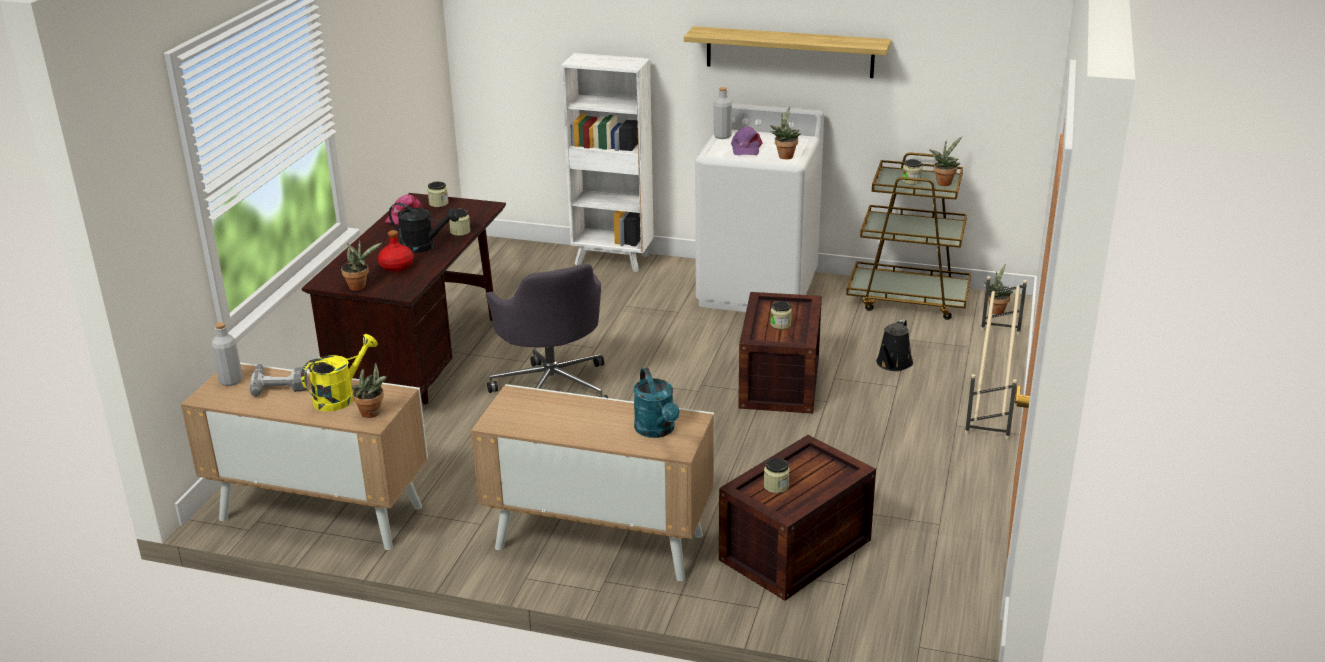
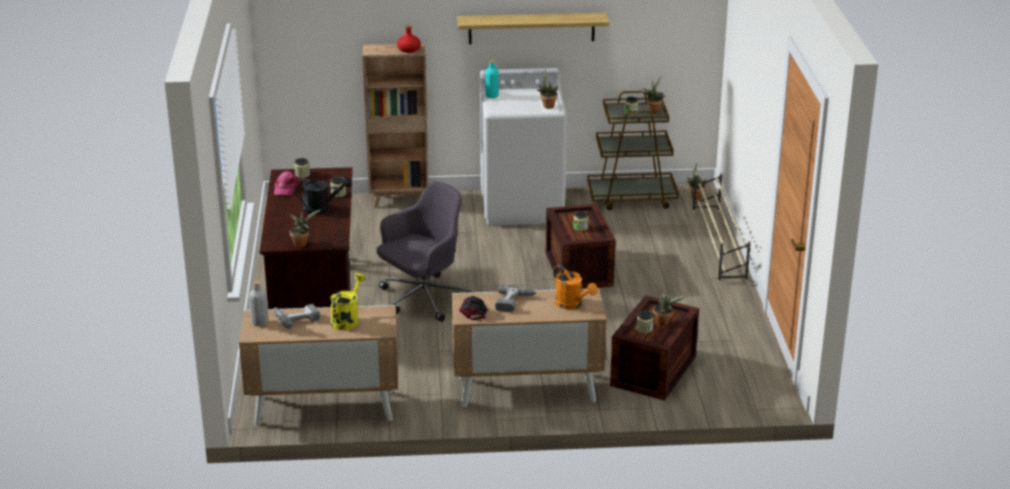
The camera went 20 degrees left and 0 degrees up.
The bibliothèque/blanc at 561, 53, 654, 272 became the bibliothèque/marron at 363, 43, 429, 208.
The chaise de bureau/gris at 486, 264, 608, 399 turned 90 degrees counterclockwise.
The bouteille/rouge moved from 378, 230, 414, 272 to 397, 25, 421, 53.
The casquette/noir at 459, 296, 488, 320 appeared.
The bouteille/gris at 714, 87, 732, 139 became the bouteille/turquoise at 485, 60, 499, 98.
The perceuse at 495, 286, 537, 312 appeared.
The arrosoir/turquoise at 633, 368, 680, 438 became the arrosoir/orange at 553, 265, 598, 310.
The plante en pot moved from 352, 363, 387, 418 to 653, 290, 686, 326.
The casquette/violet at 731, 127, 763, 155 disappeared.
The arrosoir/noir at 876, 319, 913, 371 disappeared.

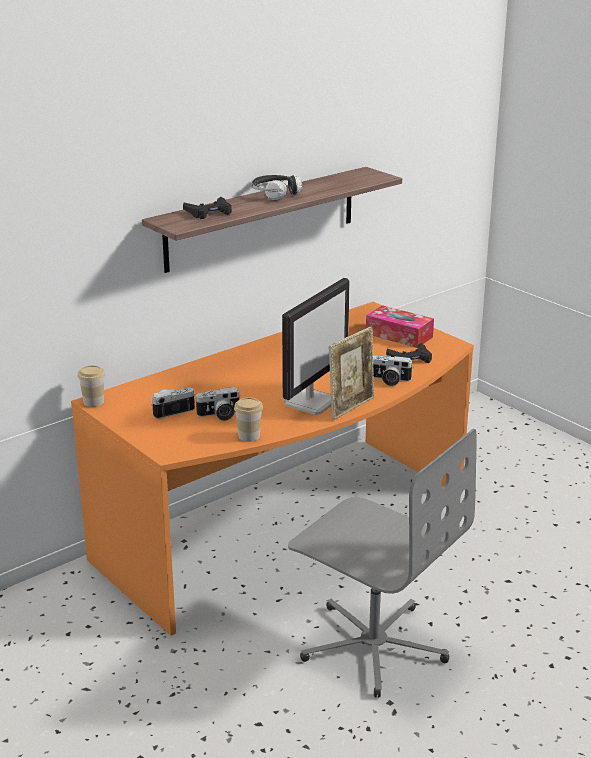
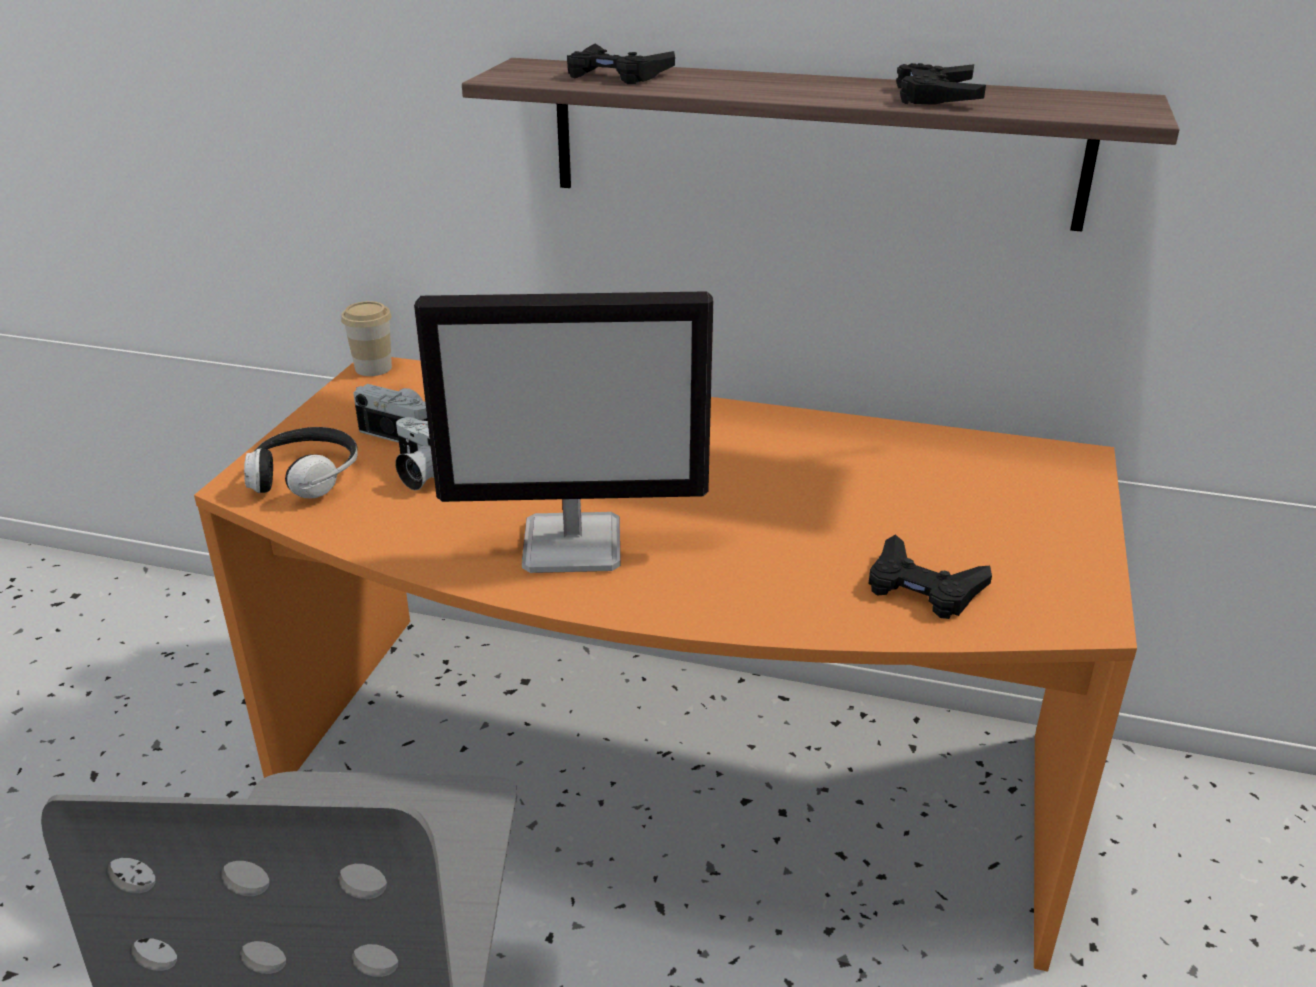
The camera went 55 degrees right and 5 degrees up.
The casque audio moved from 252, 175, 302, 200 to 244, 427, 358, 499.
The manette/noir at 896, 63, 986, 105 appeared.
The tasse at 234, 397, 263, 442 disappeared.
The cadre photo at 329, 327, 374, 420 disappeared.
The boîte à mouchoirs at 366, 305, 434, 348 disappeared.
The appareil photo at 373, 355, 413, 386 disappeared.

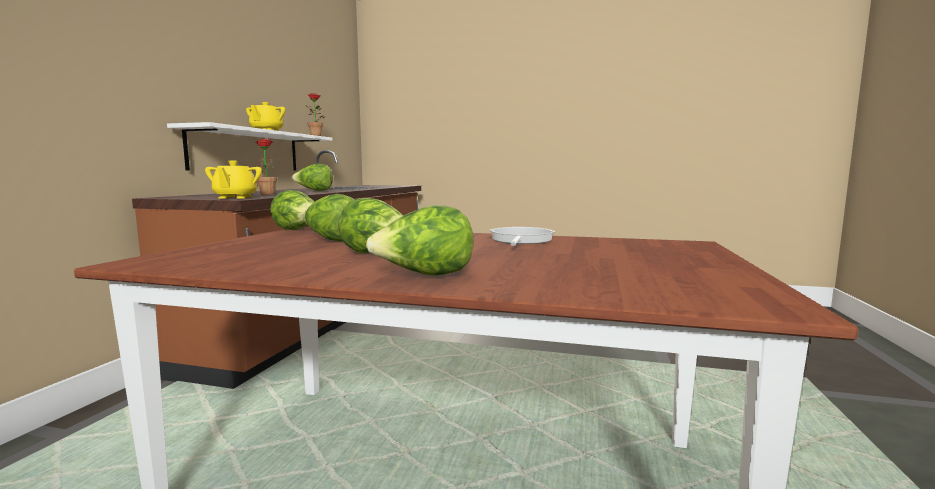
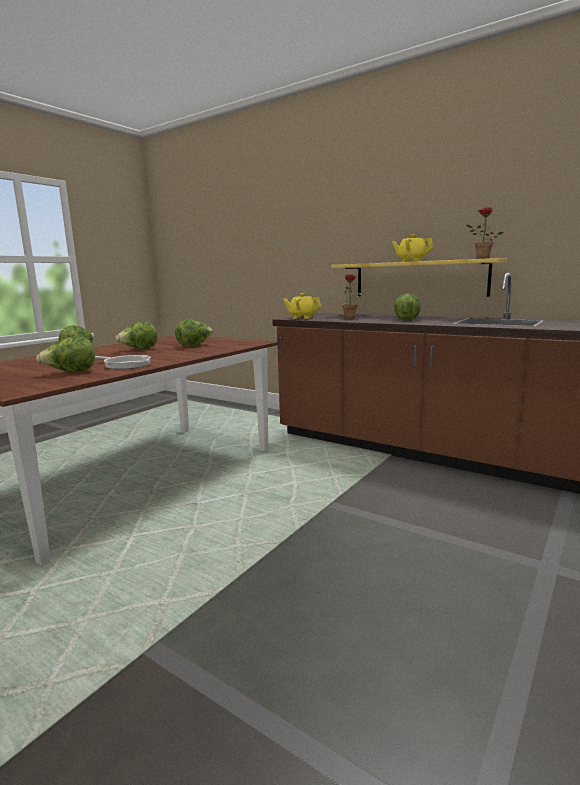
The camera went 110 degrees right and 5 degrees up.
The laitue moved from 270, 190, 314, 230 to 36, 336, 95, 372.
The étagère/blanc at 167, 122, 332, 171 became the étagère/jaune at 331, 258, 508, 297.

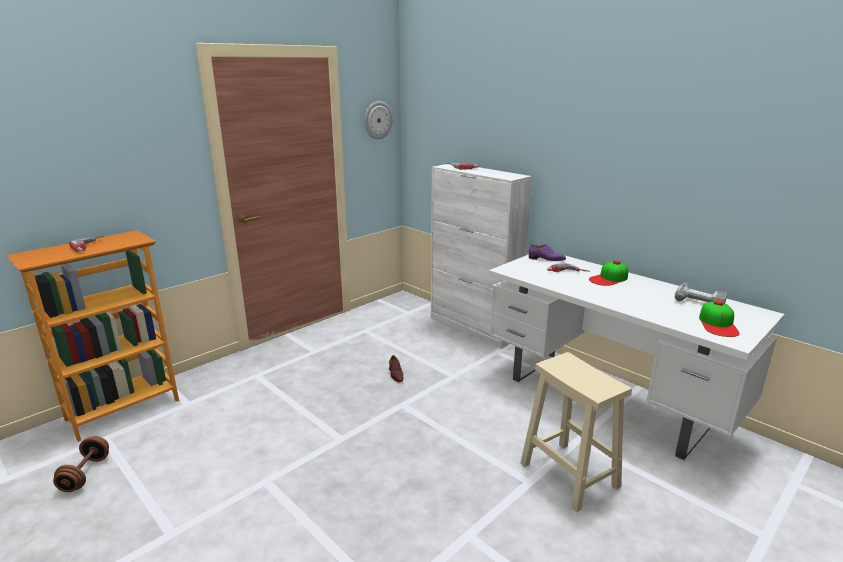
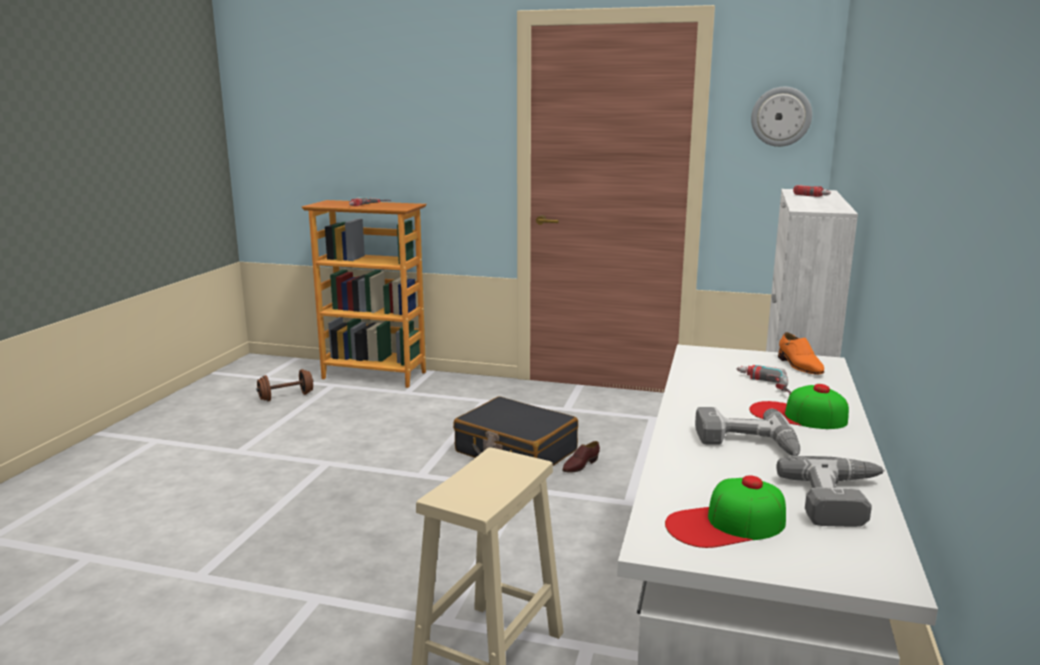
The camera went 60 degrees right and 5 degrees down.
The valise/noir at 453, 396, 578, 466 appeared.
The perceuse at 695, 407, 800, 456 appeared.
The chaussure/violet at 529, 244, 566, 261 became the chaussure/orange at 778, 332, 824, 375.

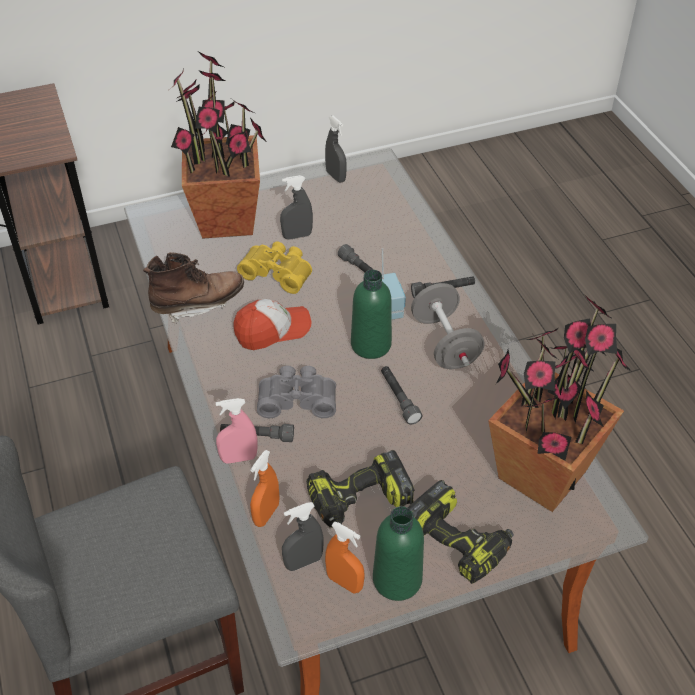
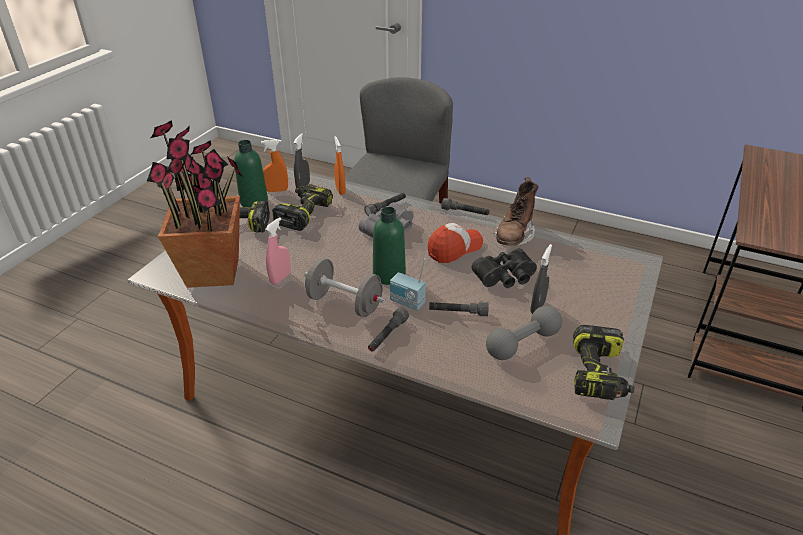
The camera went 135 degrees right and 10 degrees down.
The vaporisateur/rose moved from 216, 398, 257, 464 to 265, 217, 291, 285.
The casquette at 233, 299, 311, 350 turned 150 degrees counterclockwise.
The lampe de poche/gris moved from 381, 366, 422, 425 to 441, 198, 489, 215.
The jumelles/jaune at 237, 241, 312, 294 became the jumelles/noir at 472, 249, 537, 288.
The haltère/gris at 486, 306, 562, 360 appeared.
The vaporisateur/gris at 325, 116, 347, 182 was replaced by the perceuse at 573, 325, 634, 400.
The plante en pot at 170, 51, 266, 239 disappeared.

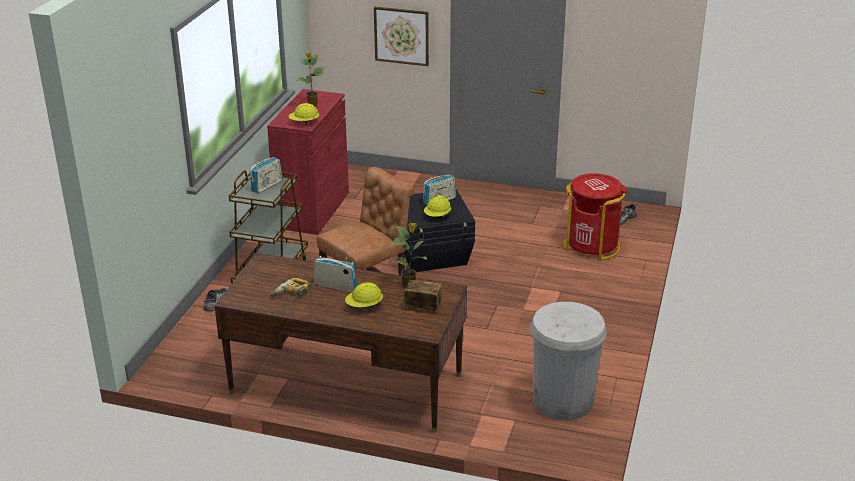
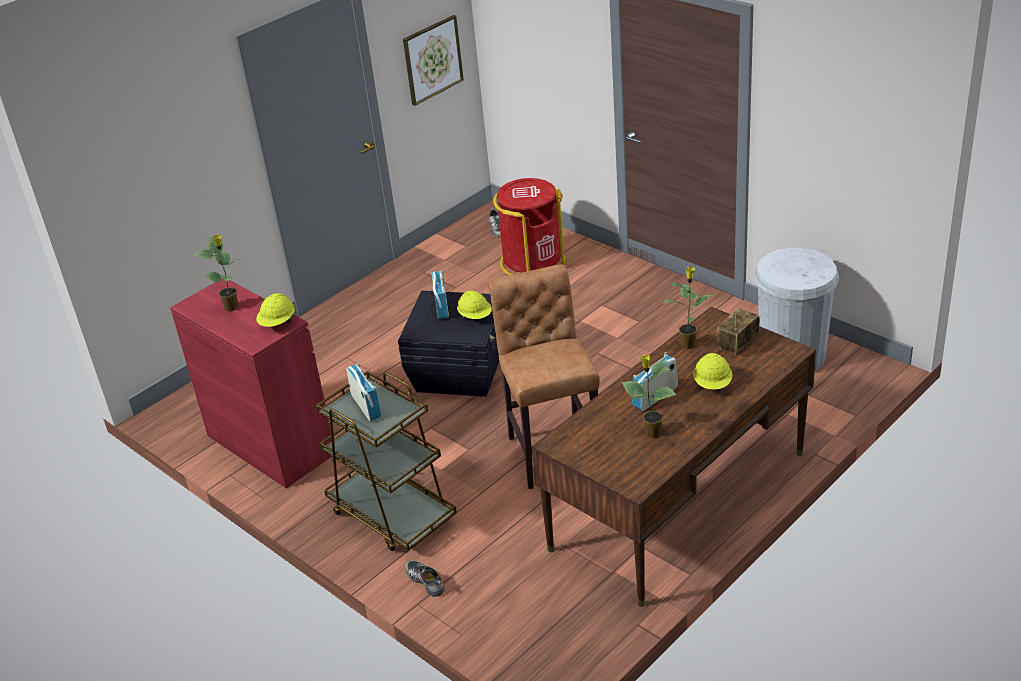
The camera went 60 degrees left and 5 degrees up.
The tableau moved from 374, 7, 429, 66 to 403, 15, 464, 106.
The perceuse at 270, 278, 318, 299 was replaced by the plante en pot at 622, 355, 677, 438.

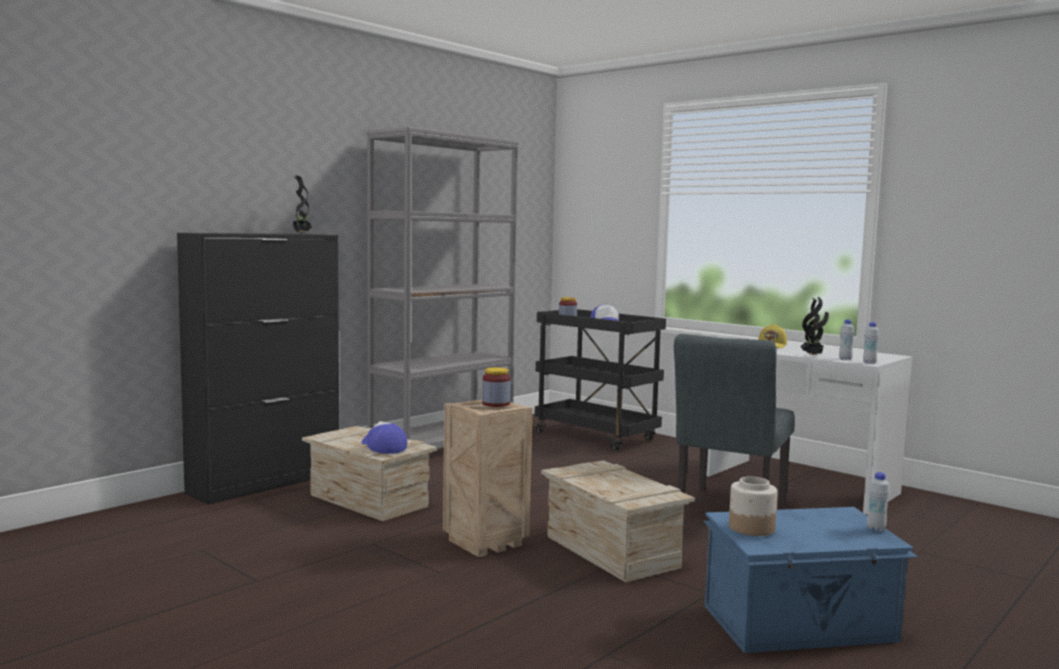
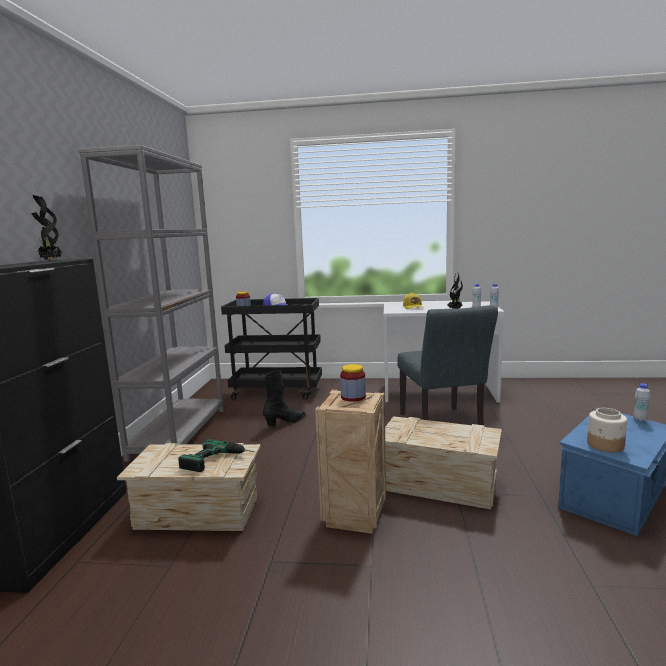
The camera went 35 degrees left and 5 degrees up.
The casquette at 362, 421, 407, 454 was replaced by the perceuse at 178, 439, 254, 472.
The botte/noir at 263, 370, 306, 426 appeared.

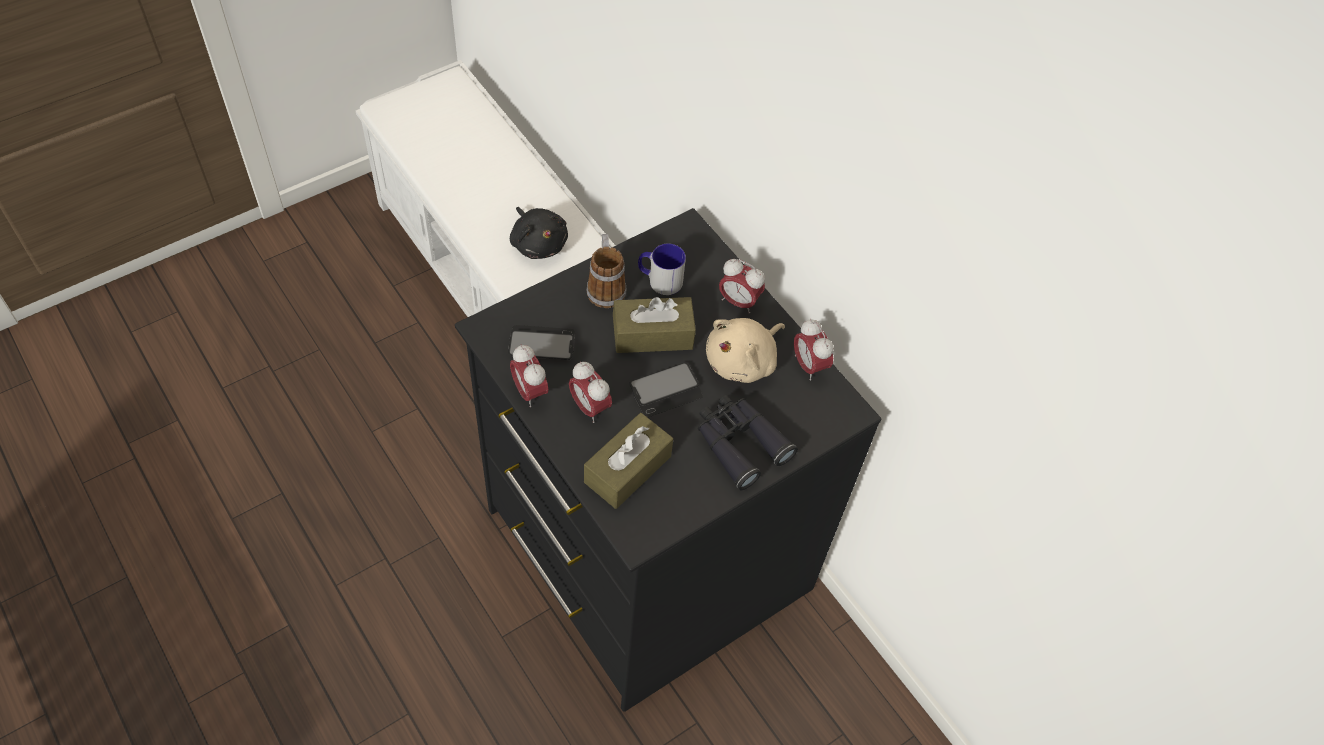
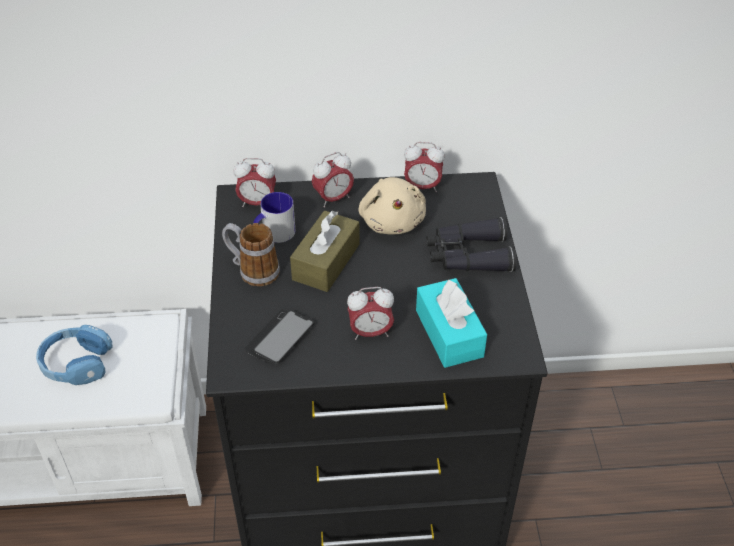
The camera went 55 degrees left and 10 degrees down.
The peluche/noir at 510, 207, 568, 259 was replaced by the casque audio/bleu at 36, 325, 112, 385.
The réveil moved from 510, 345, 549, 407 to 234, 158, 276, 207.
The boîte à mouchoirs/marron at 584, 413, 673, 509 became the boîte à mouchoirs/turquoise at 416, 278, 487, 368.
The téléphone at 629, 362, 703, 418 disappeared.

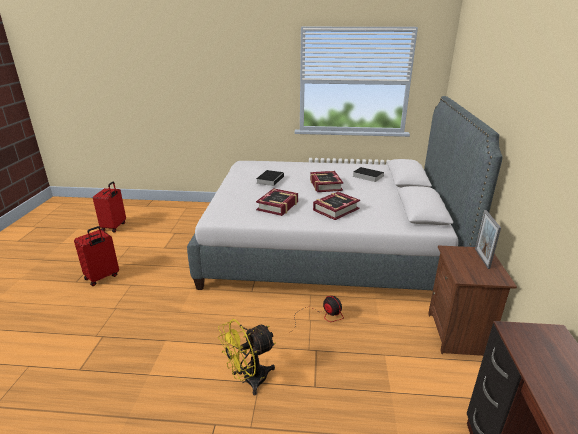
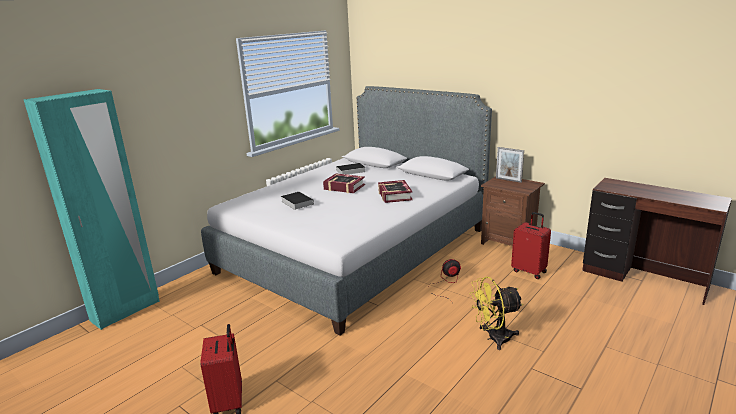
The camera went 55 degrees left and 5 degrees down.
The armoire/turquoise at 24, 89, 160, 330 appeared.
The ventilateur/jaune at 218, 319, 276, 395 turned 75 degrees clockwise.
The valise/rouge moved from 93, 182, 126, 233 to 511, 212, 551, 279.
The livre at 256, 188, 298, 216 disappeared.

